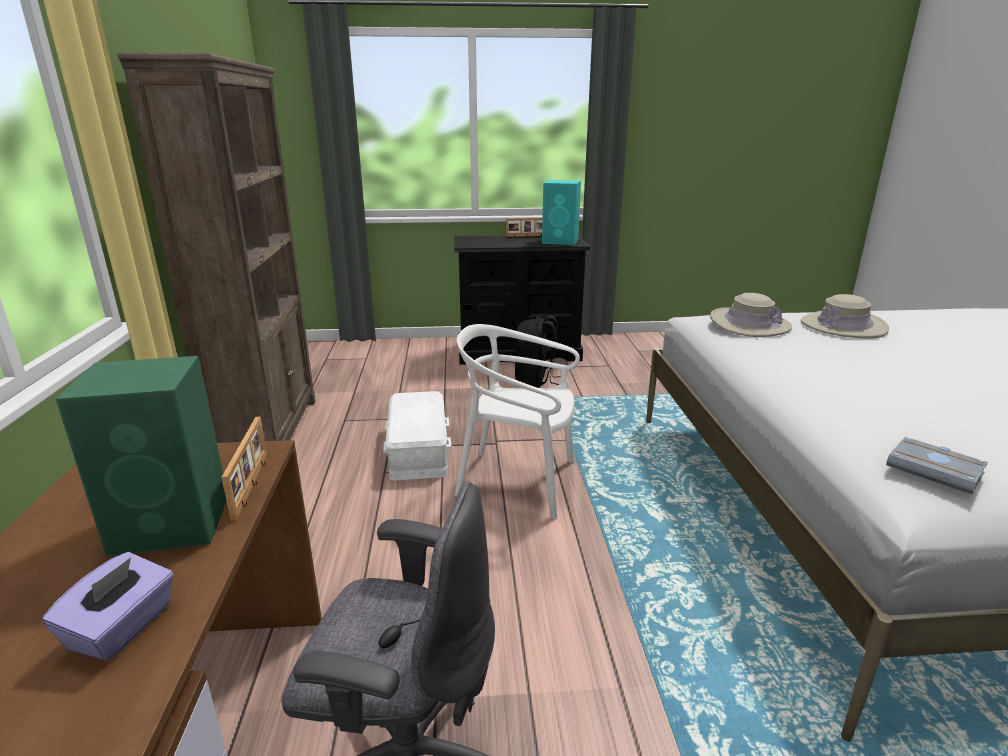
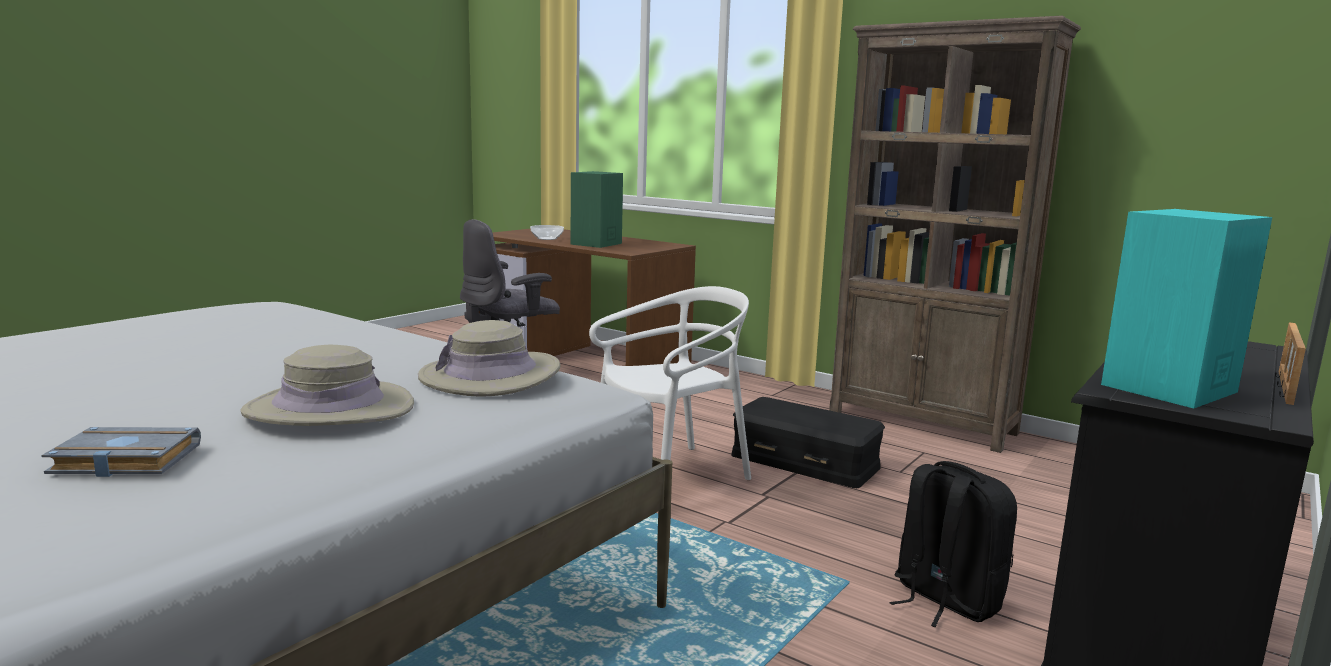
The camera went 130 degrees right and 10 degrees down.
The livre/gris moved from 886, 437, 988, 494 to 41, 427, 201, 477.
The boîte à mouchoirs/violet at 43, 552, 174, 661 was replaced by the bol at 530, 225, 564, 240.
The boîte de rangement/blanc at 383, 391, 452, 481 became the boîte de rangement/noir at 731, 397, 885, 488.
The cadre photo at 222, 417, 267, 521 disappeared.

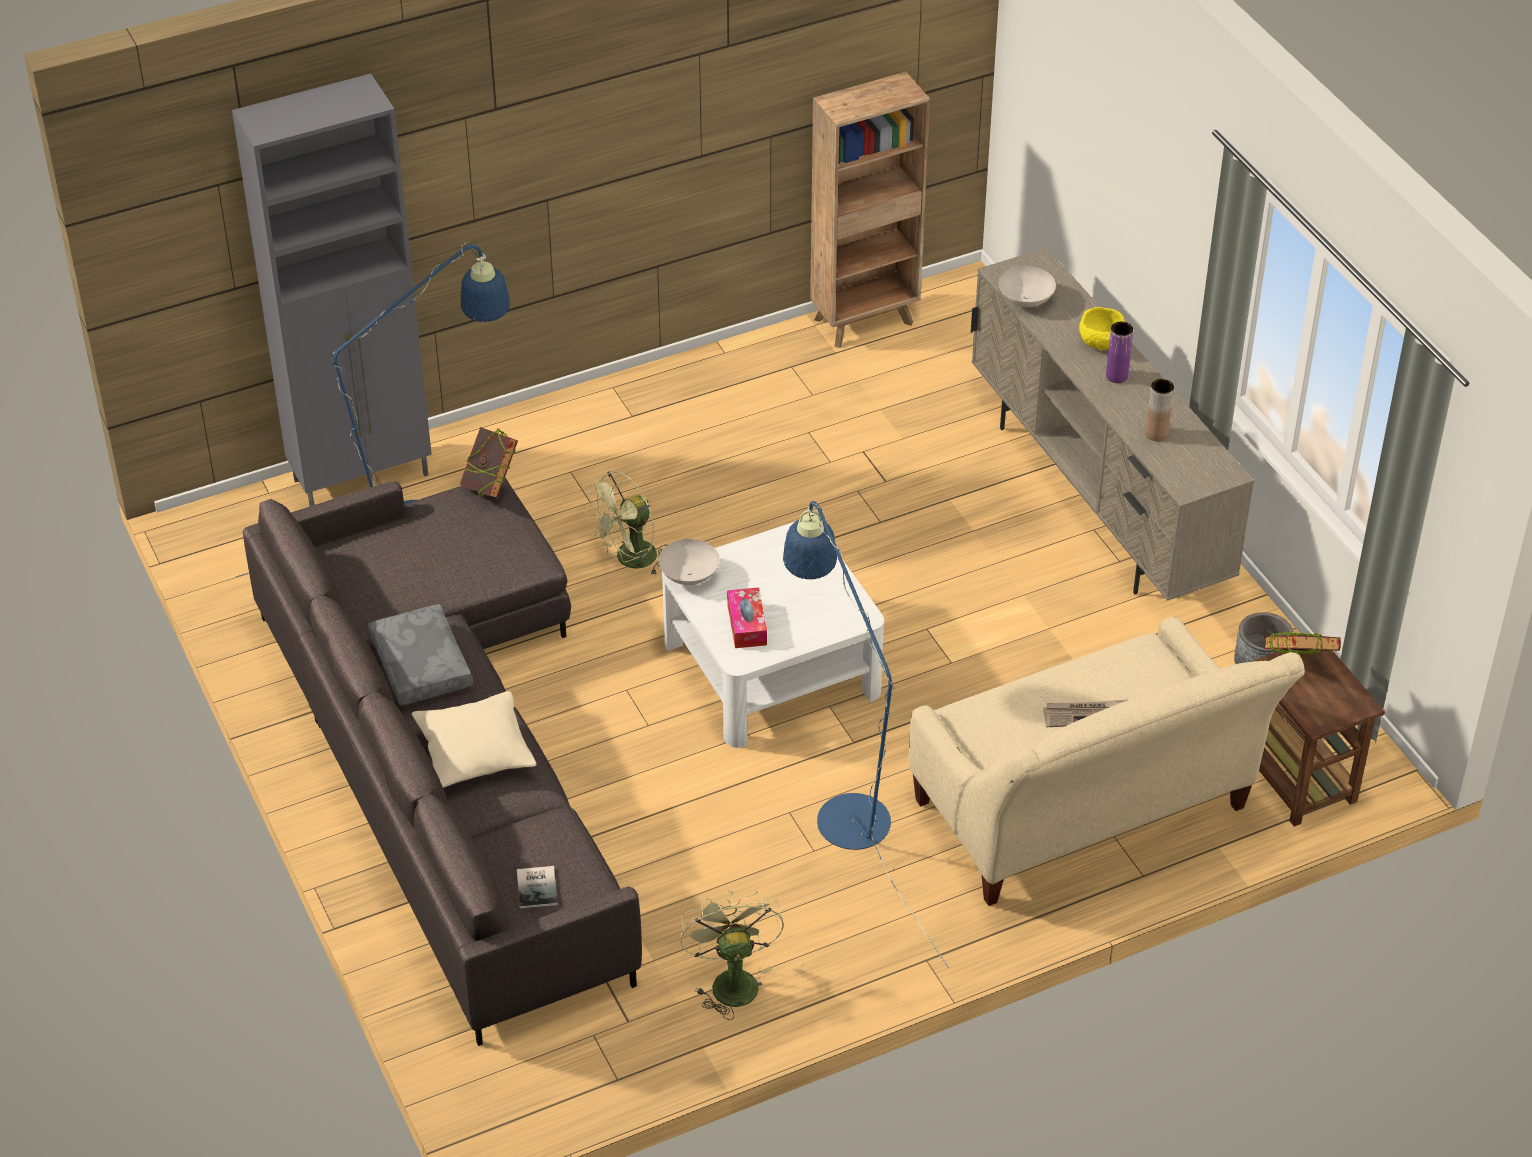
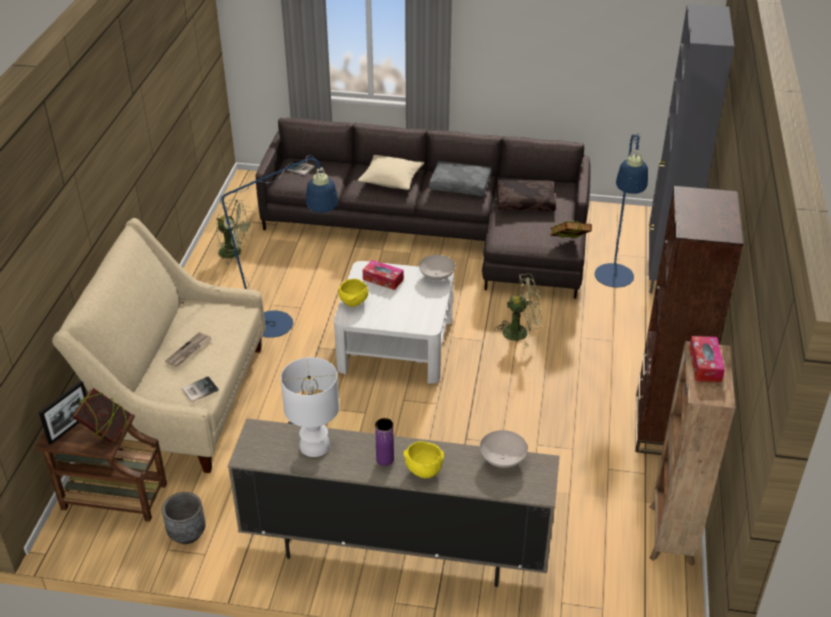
The camera went 125 degrees right and 5 degrees down.
The cadre photo at 39, 381, 86, 445 appeared.
The livre at 182, 376, 219, 402 appeared.
The vase/marron at 1146, 379, 1174, 441 was replaced by the lampe de table/blanc at 281, 357, 339, 457.
The bol/jaune at 338, 279, 368, 307 appeared.
The ventilateur/vert at 585, 471, 665, 576 turned 90 degrees clockwise.
The coussin/marron at 496, 180, 556, 211 appeared.
The bibliothèque/marron at 635, 186, 744, 455 appeared.
The boîte à mouchoirs at 689, 336, 725, 382 appeared.

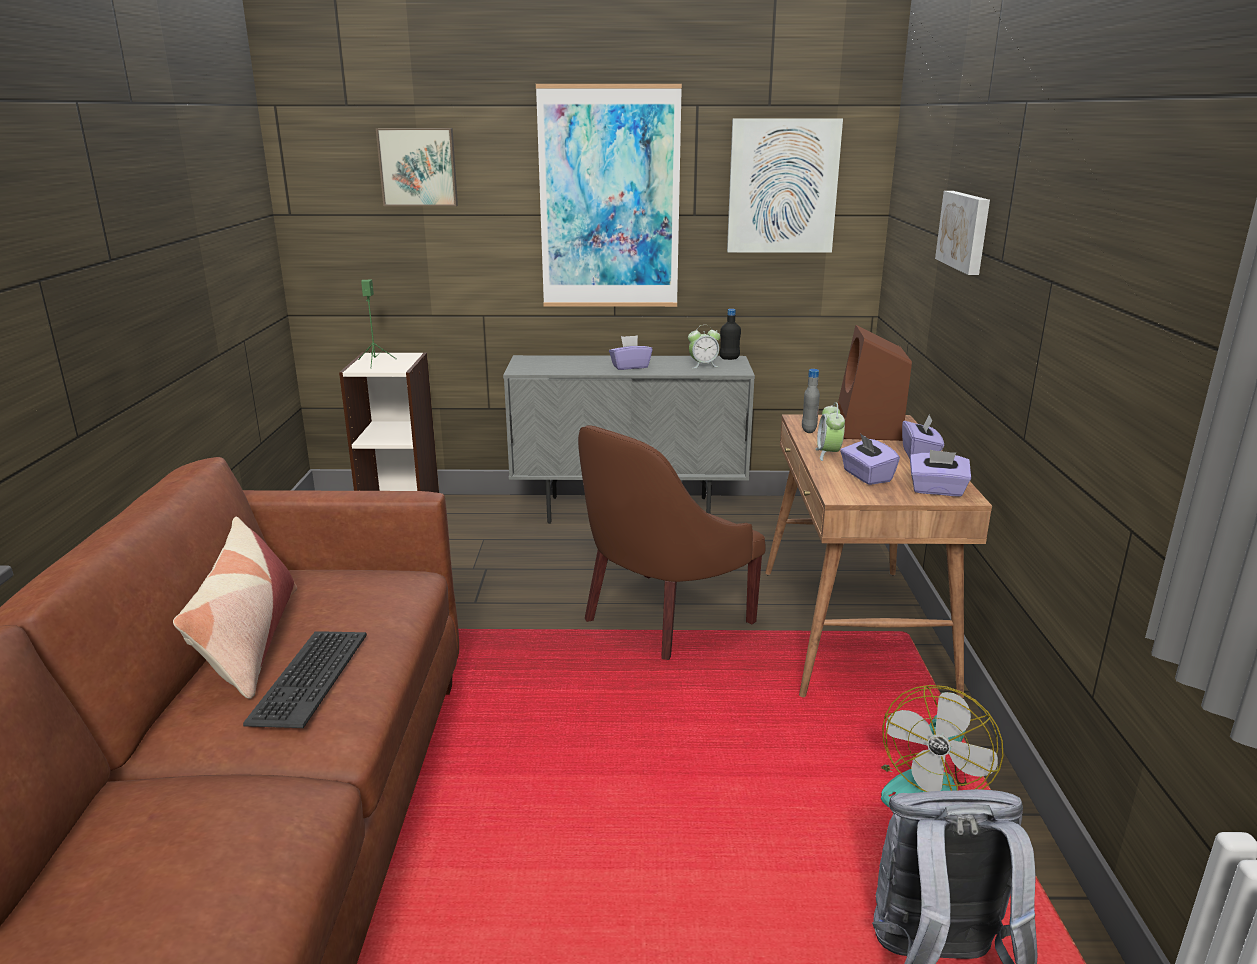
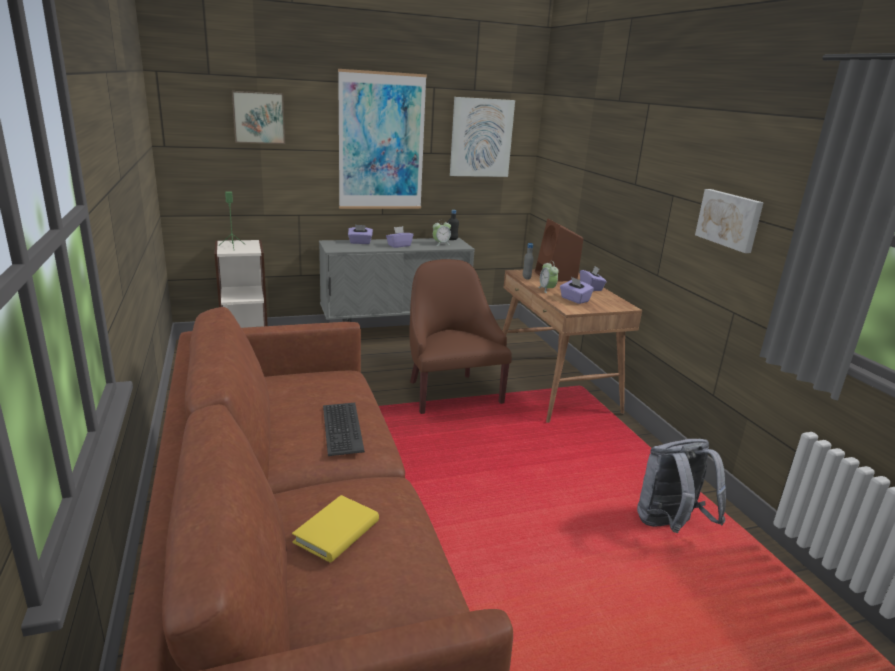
The camera went 20 degrees left and 0 degrees up.
The livre/jaune at 292, 495, 379, 563 appeared.
The boîte à mouchoirs/violet moved from 910, 450, 971, 496 to 348, 225, 373, 244.
The fauteuil/marron at 578, 425, 766, 660 turned 135 degrees clockwise.
The tableau moved from 935, 191, 990, 275 to 695, 189, 764, 253.
The coussin at 173, 517, 297, 699 disappeared.
The ventilateur at 881, 685, 1003, 807 disappeared.

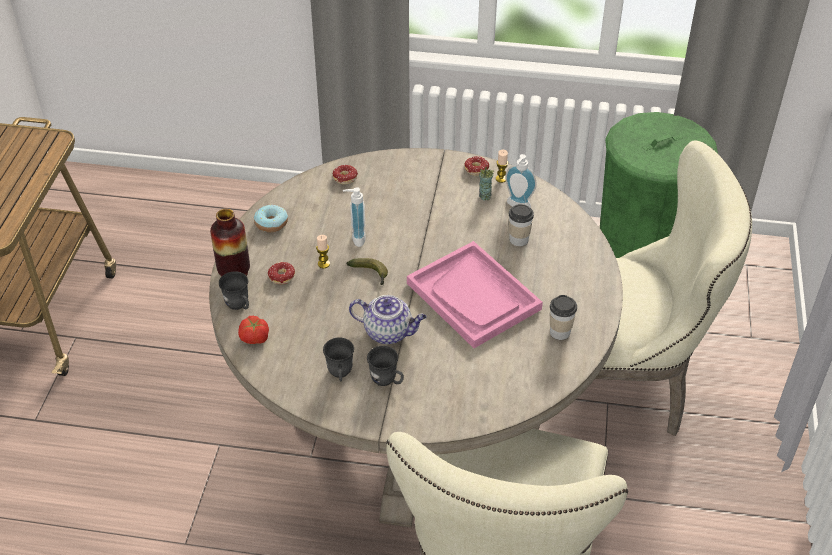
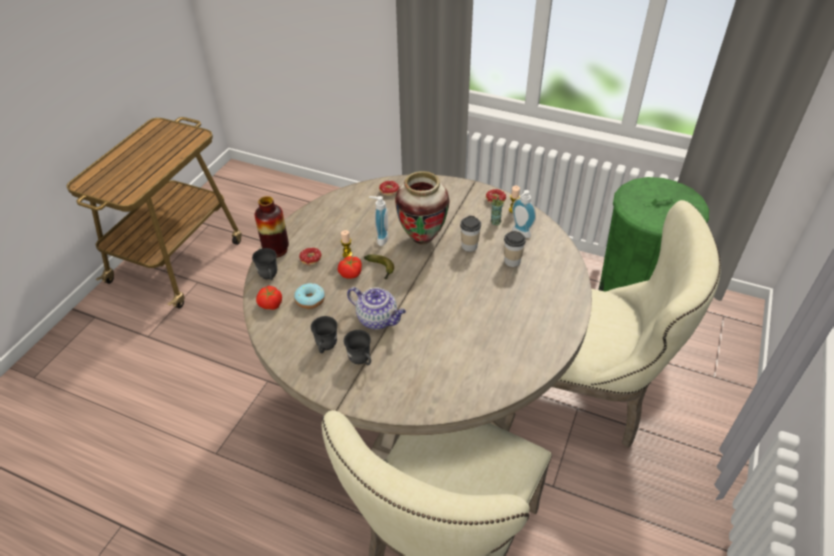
The camera went 15 degrees right and 0 degrees up.
The beignet moved from 254, 205, 288, 232 to 294, 283, 325, 309.
The tomate at 338, 256, 362, 279 appeared.
The vase at 395, 171, 450, 245 appeared.
The tasse moved from 550, 295, 577, 340 to 460, 216, 481, 252.
The plateau/rose at 407, 241, 543, 348 disappeared.

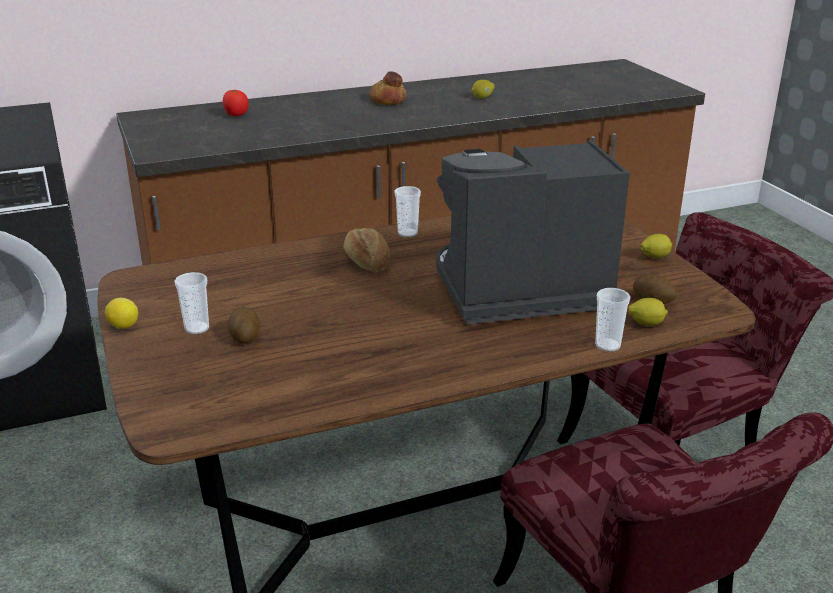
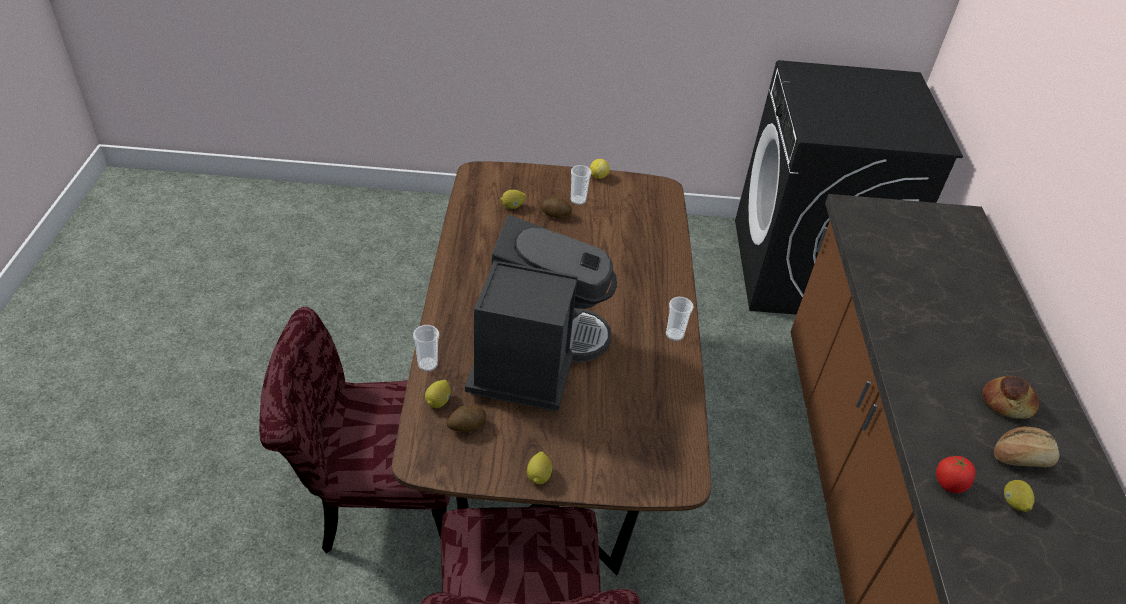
The camera went 110 degrees right and 15 degrees up.
The citron at 500, 190, 526, 209 appeared.
The tomate moved from 222, 90, 249, 116 to 936, 456, 975, 493.
The pain moved from 343, 228, 390, 272 to 994, 427, 1059, 467.

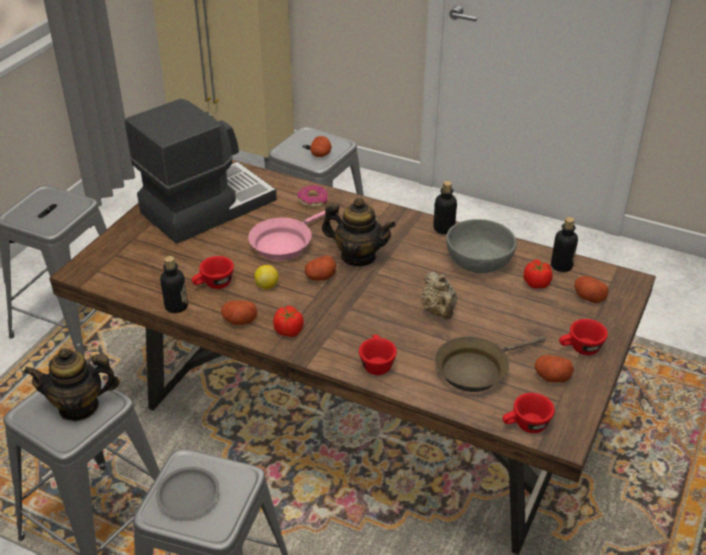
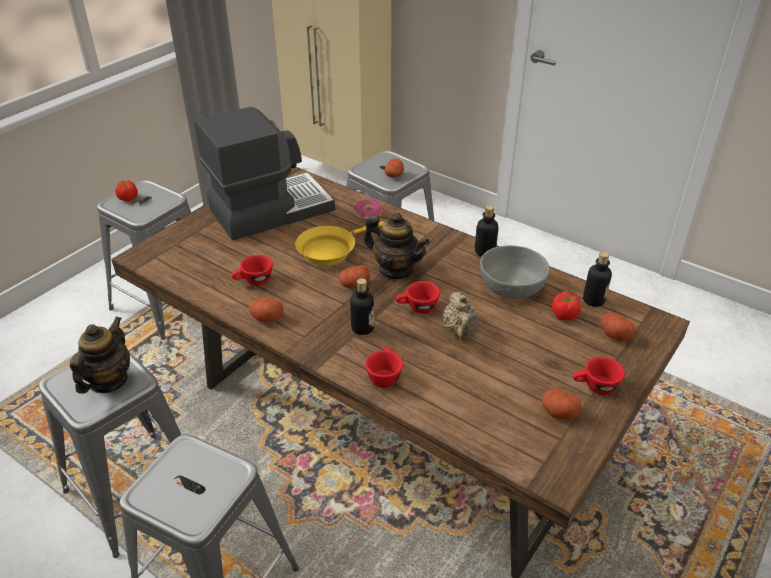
The camera went 10 degrees right and 0 degrees up.
The théière at 24, 348, 120, 421 turned 105 degrees clockwise.
The tomate moved from 273, 306, 304, 337 to 115, 180, 138, 202.
The poêle/rose at 248, 210, 325, 261 became the poêle/jaune at 295, 221, 384, 266.
The bouteille moved from 160, 256, 188, 313 to 350, 278, 374, 335.
The tasse/rouge moved from 503, 393, 555, 433 to 396, 281, 440, 314.
The assiette/gris at 156, 467, 220, 518 disappeared.
The citron at 254, 265, 279, 289 disappeared.
The poêle/marron at 435, 336, 546, 392 disappeared.

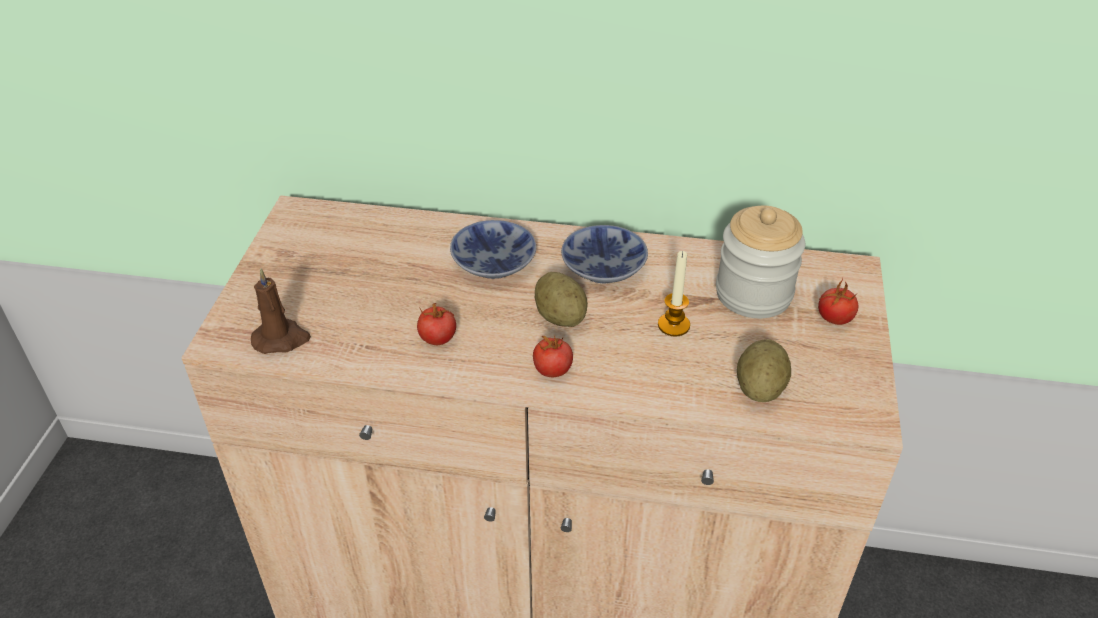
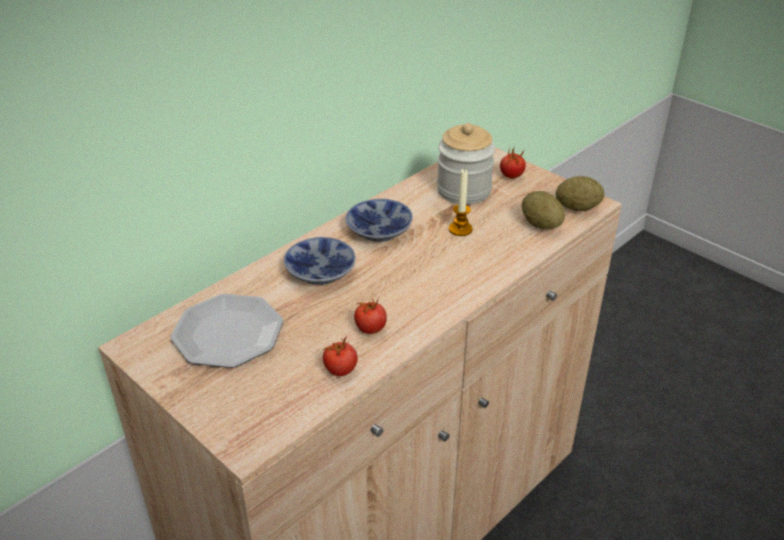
The camera went 55 degrees left and 5 degrees down.
The assiette at 171, 294, 283, 368 appeared.
The tomate moved from 533, 335, 573, 377 to 323, 335, 358, 376.
The pomme de terre moved from 535, 272, 588, 327 to 555, 176, 604, 211.
The bougie/marron at 251, 269, 311, 354 disappeared.

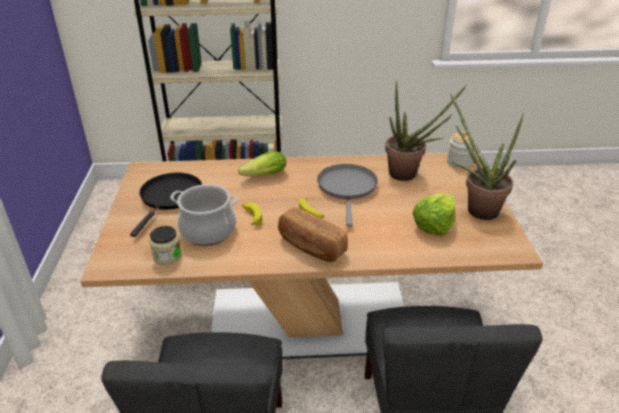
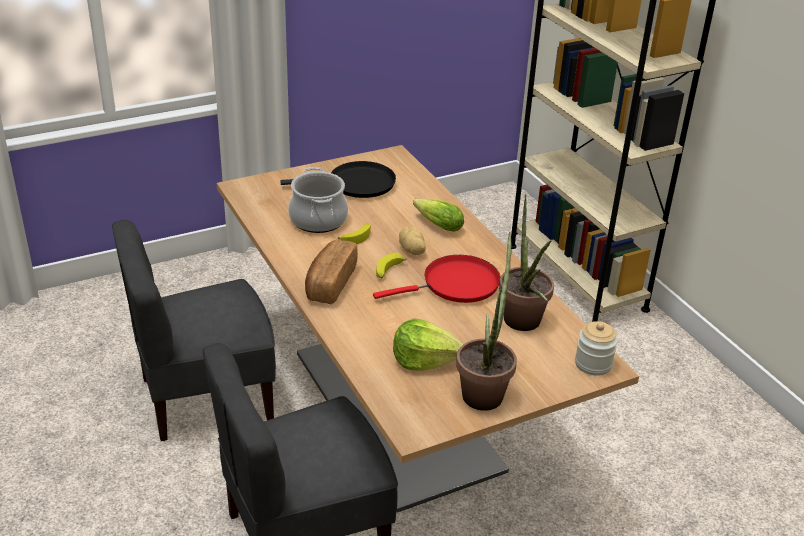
The camera went 65 degrees right and 0 degrees up.
The poêle/gris at 317, 164, 378, 227 became the poêle/rouge at 373, 255, 501, 303.
The pomme de terre at 399, 226, 426, 255 appeared.
The bocal at 150, 226, 182, 265 disappeared.

